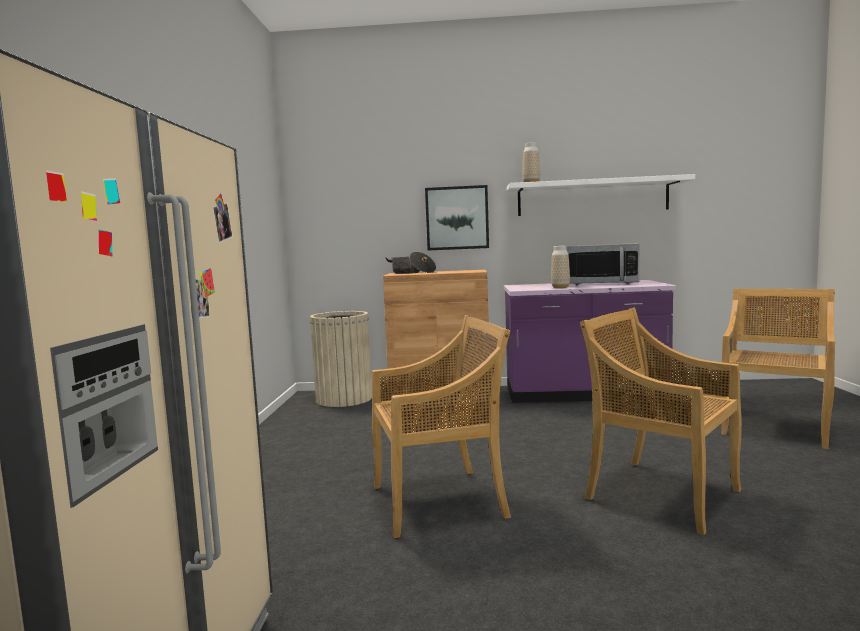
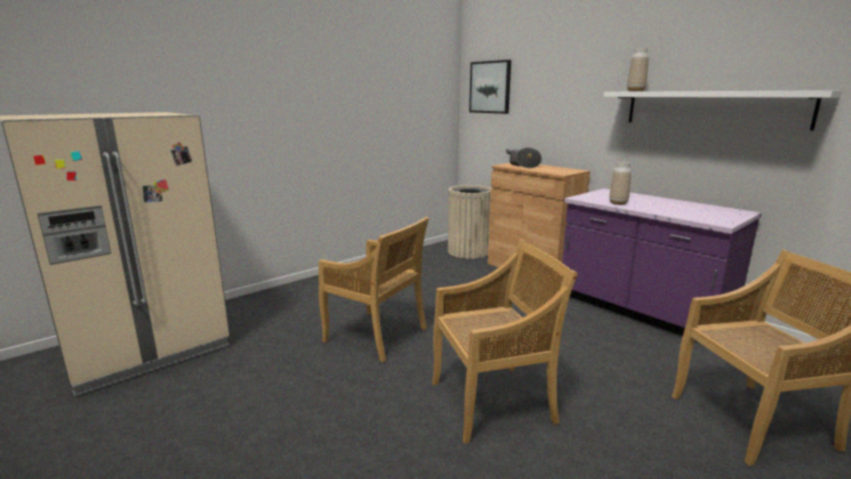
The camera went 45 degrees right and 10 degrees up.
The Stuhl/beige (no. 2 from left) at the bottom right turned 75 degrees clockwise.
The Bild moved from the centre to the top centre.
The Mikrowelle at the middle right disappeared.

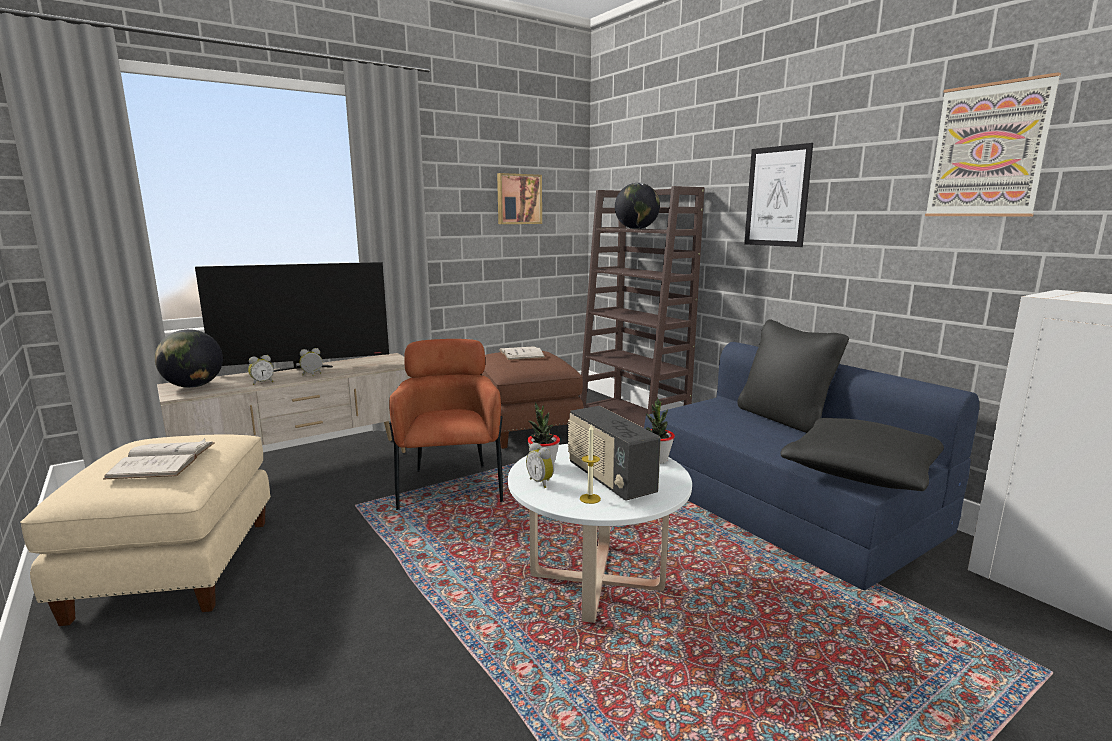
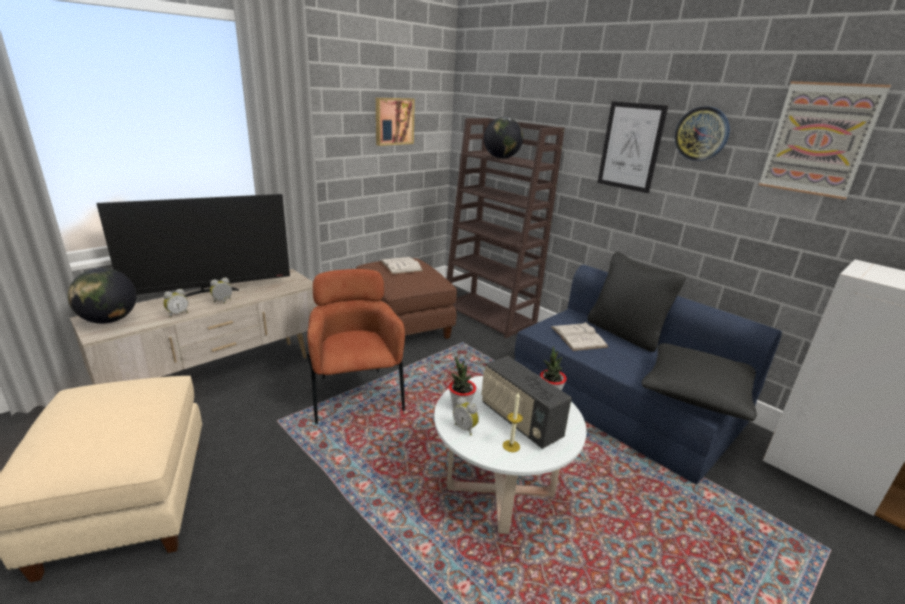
The camera went 10 degrees left and 10 degrees up.
The Buch/weiß (no. 1 from left in the first image) moved from the middle left to the centre.
The Wanduhr at the top right appeared.

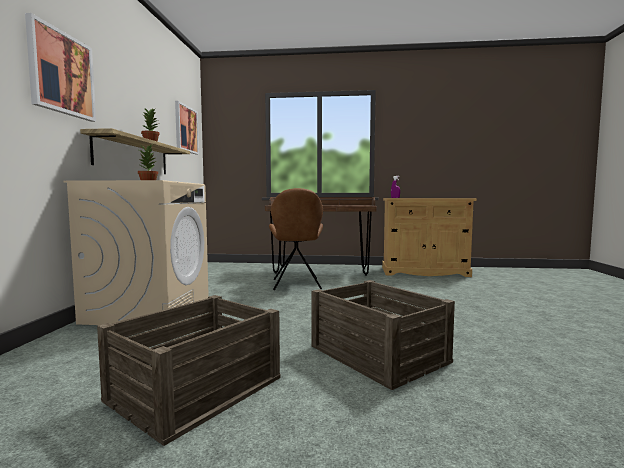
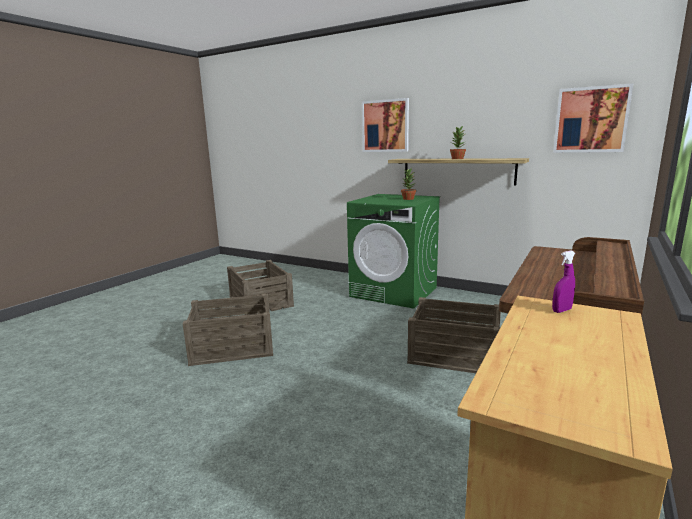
The camera went 115 degrees right and 10 degrees up.
The Waschmaschine/beige at the middle left became the Waschmaschine/grün at the centre.
The Stuhl/braun at the centre was replaced by the Kiste (no. 3 from left) at the centre.

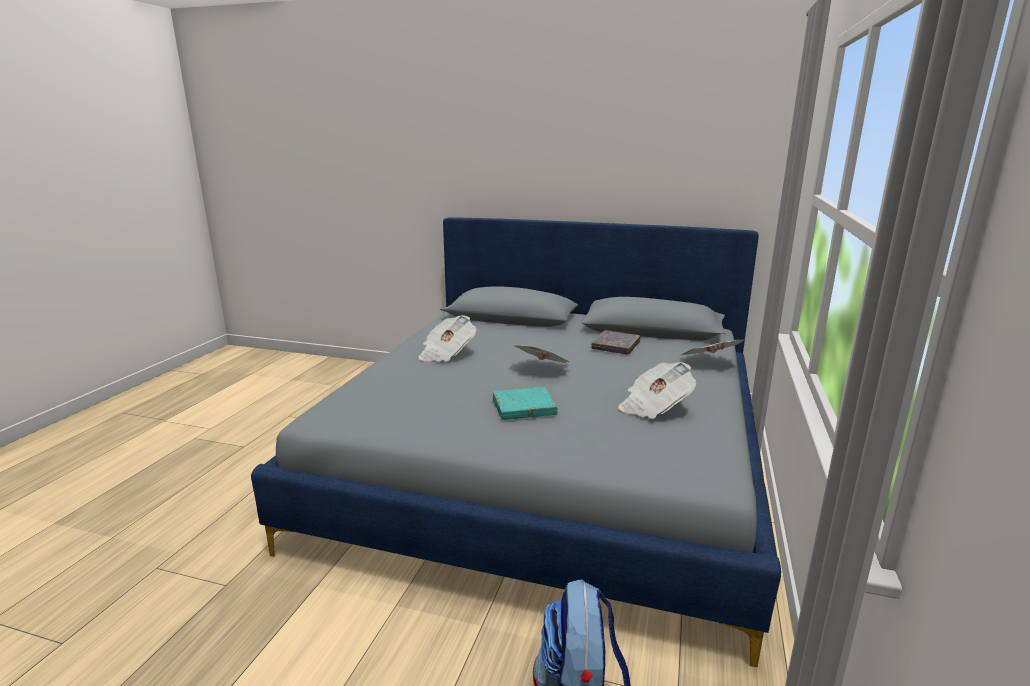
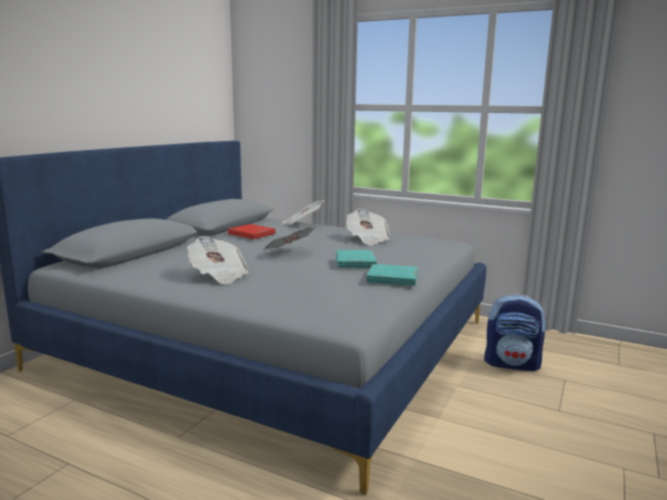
The camera went 80 degrees left and 5 degrees down.
The Buch/grau at the centre became the Buch/rot at the centre.
The Buch/türkis (no. 2 from left) at the centre appeared.

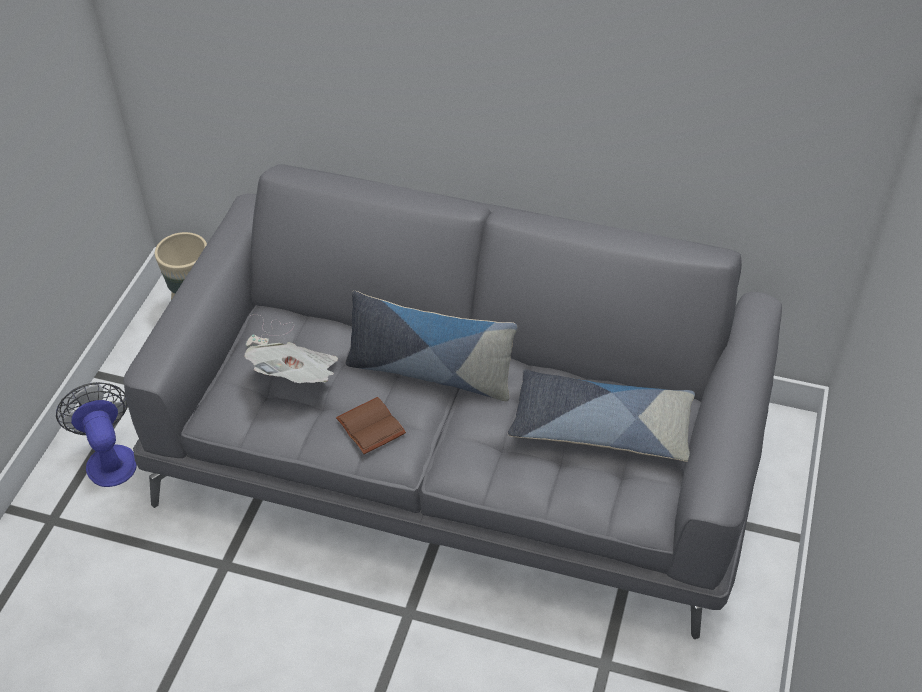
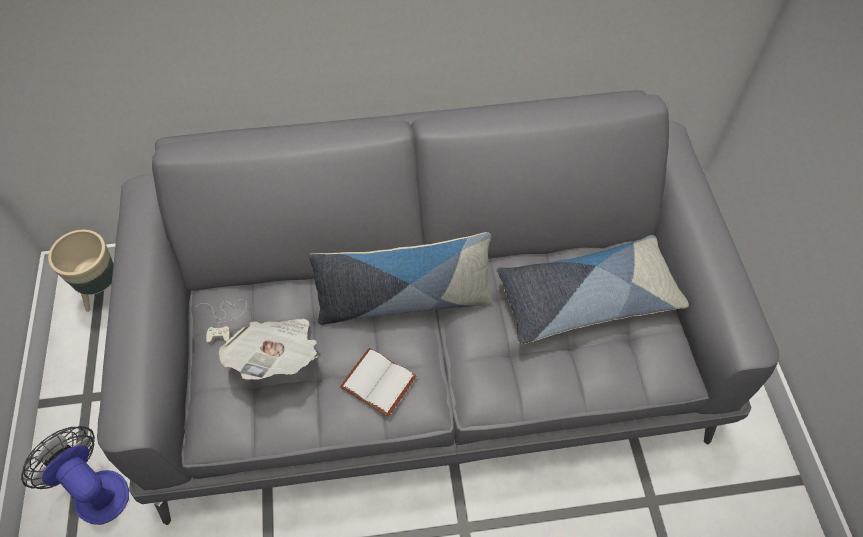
The camera went 25 degrees left and 10 degrees up.
The Buch/braun at the centre became the Buch/weiß at the bottom centre.

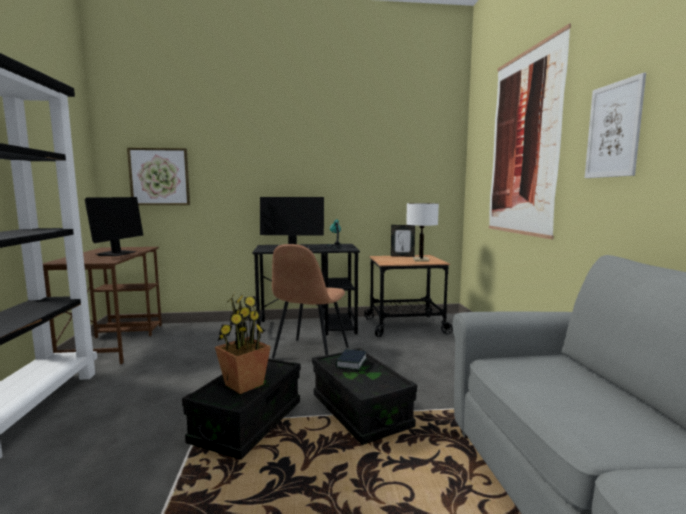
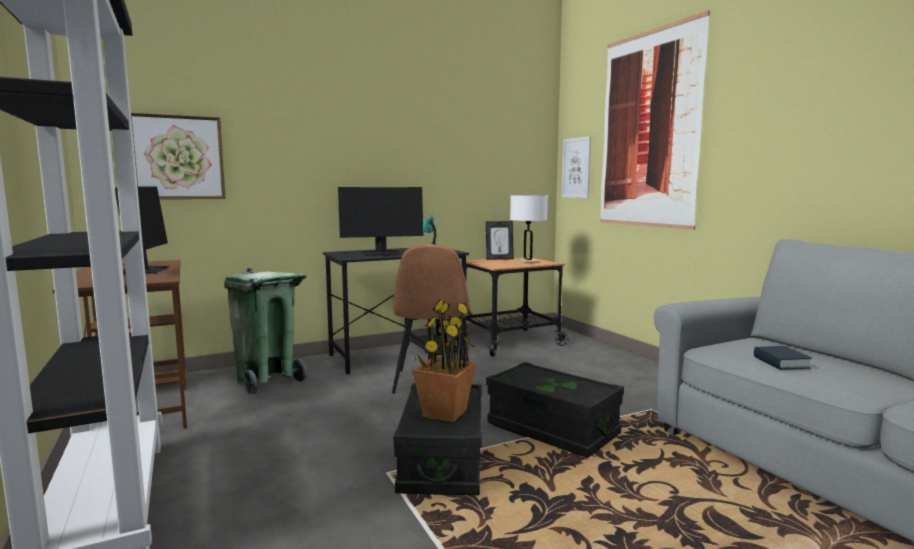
The camera went 20 degrees left and 0 degrees up.
The Mülleimer/grün at the middle left appeared.
The Bild (no. 3 from left in the first image) moved from the top right to the top centre.
The Buch moved from the bottom centre to the middle right.

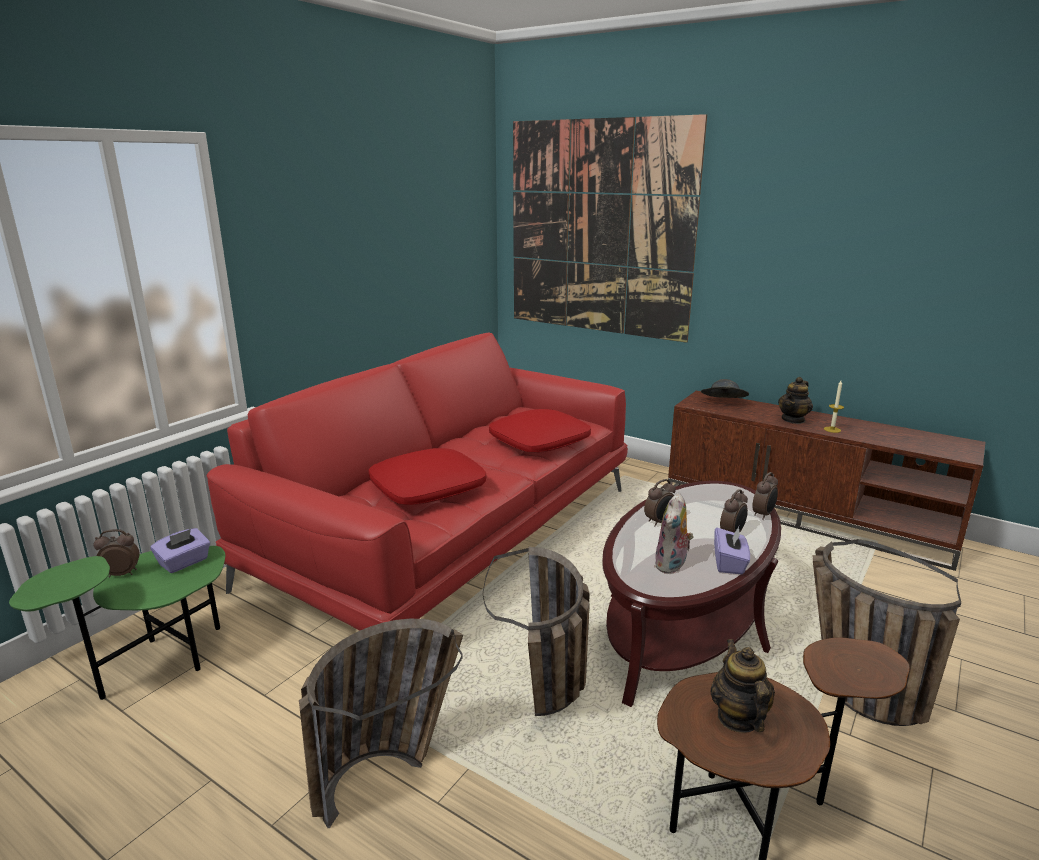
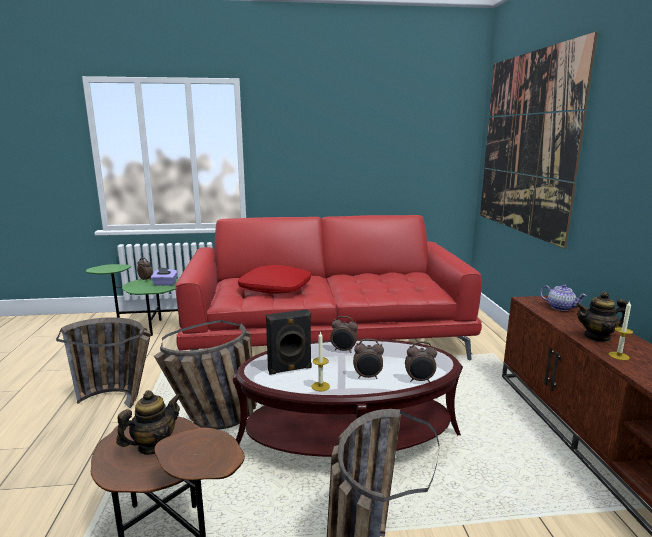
The camera went 50 degrees right and 5 degrees down.
The Plüschtier at the centre was replaced by the Lautsprecher/schwarz at the centre.
The Taschentuchbox/lila (no. 2 from left) at the middle right was replaced by the Kerze (no. 1 from left) at the bottom centre.
The Hut/grau at the middle right was replaced by the Teekanne (no. 2 from left) at the middle right.
The Kissen/rot (no. 2 from left) at the centre disappeared.

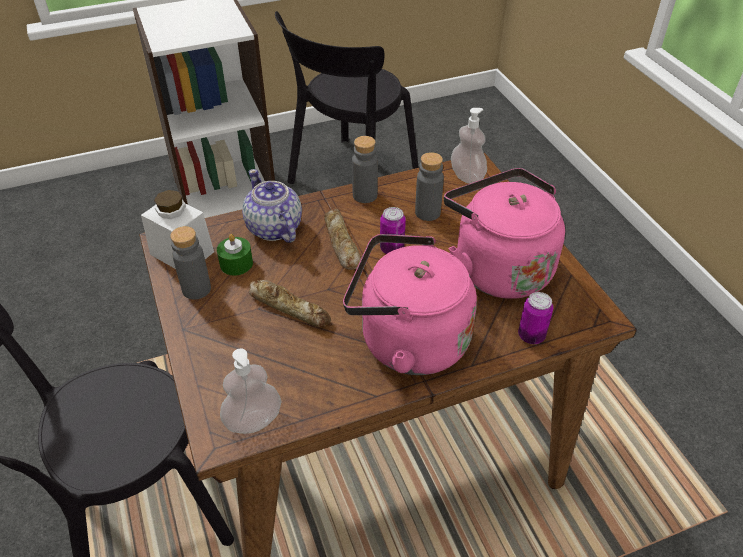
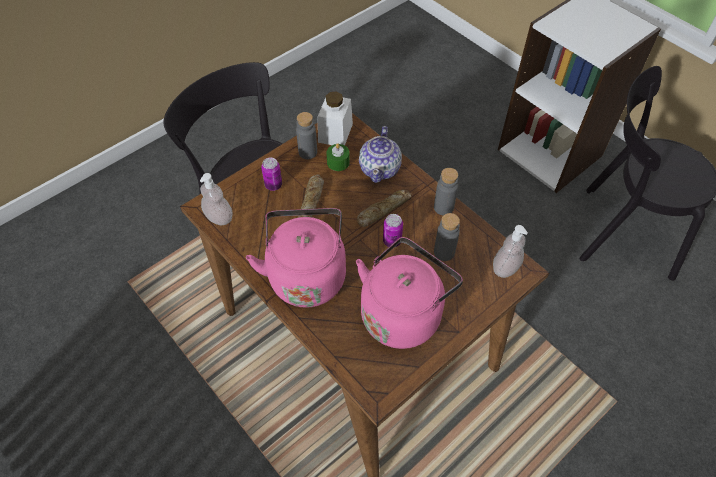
The camera went 70 degrees right and 10 degrees up.
The Dose (no. 2 from left in the first image) moved from the middle right to the centre.
The Teekanne at the centre turned 150 degrees clockwise.

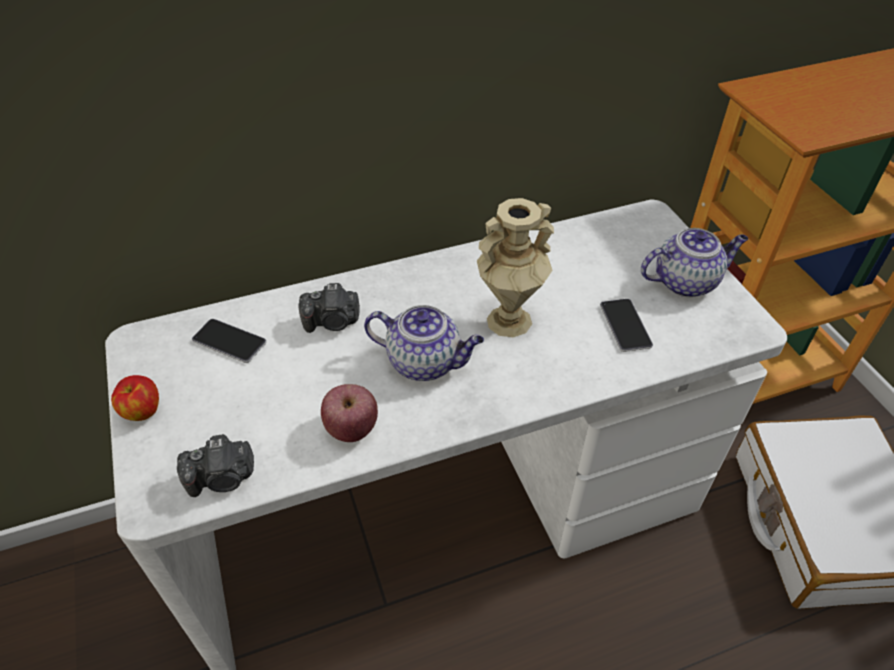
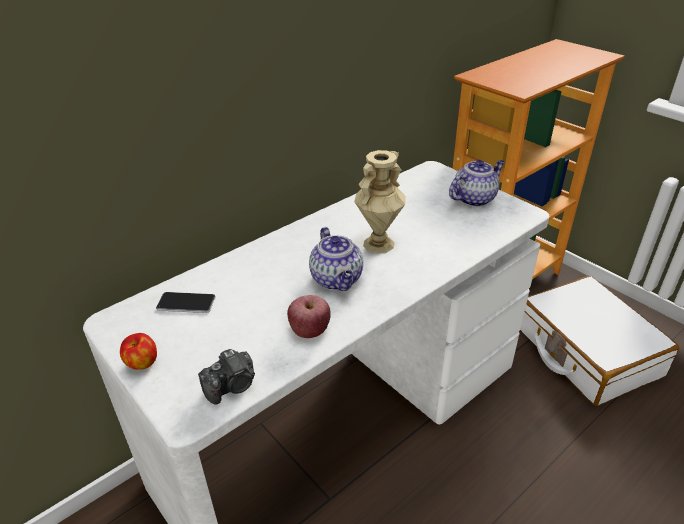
The camera went 20 degrees left and 10 degrees down.
The Teekanne (no. 1 from left) at the centre turned 75 degrees clockwise.
The Kamera (no. 2 from left) at the centre disappeared.
The Handy (no. 2 from left) at the middle right disappeared.

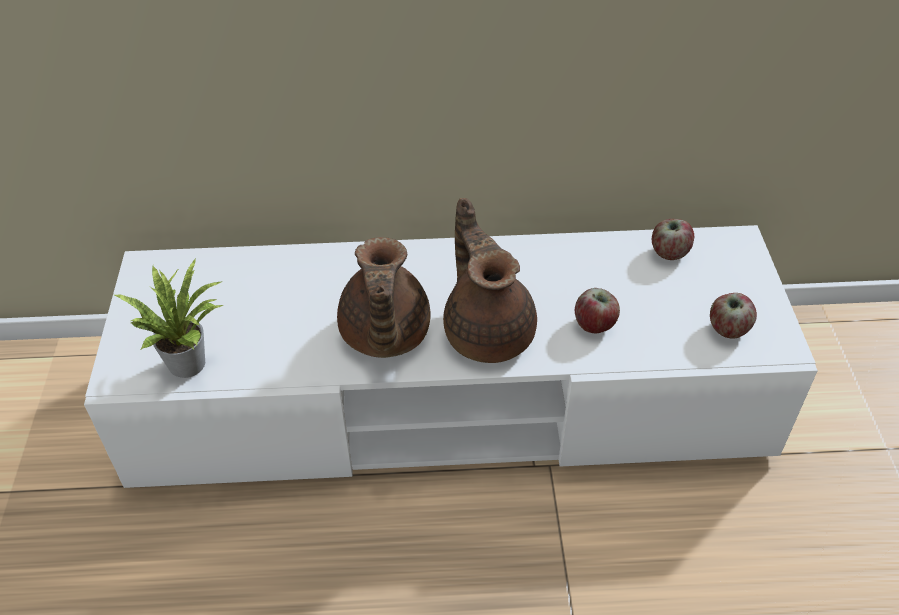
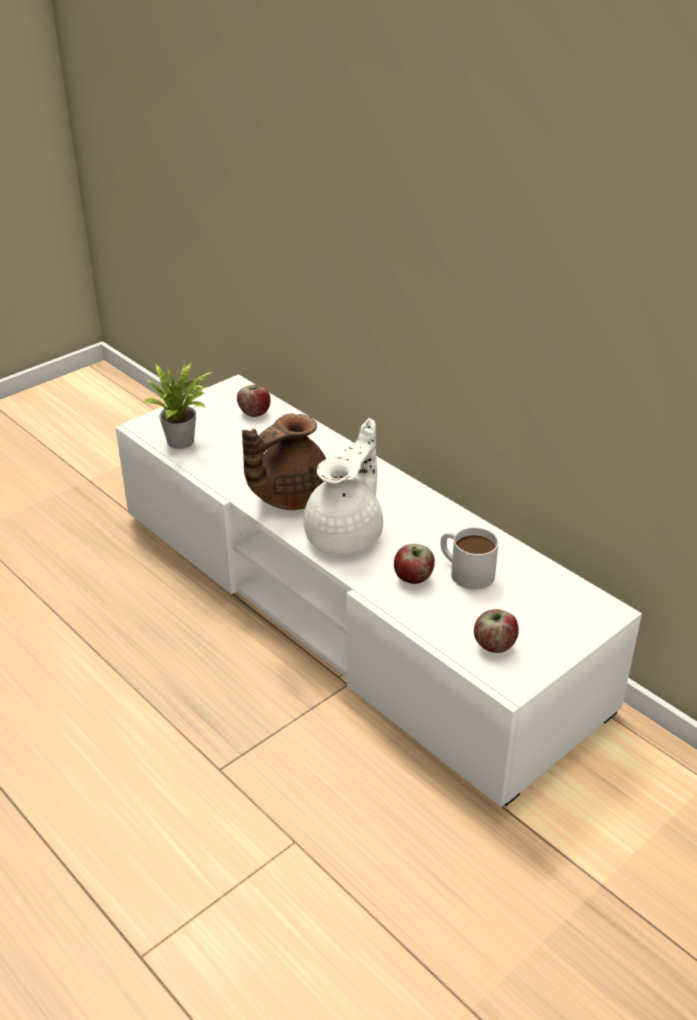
The camera went 50 degrees right and 10 degrees down.
The Apfel (no. 2 from left in the first image) moved from the middle right to the centre.
The Teekanne/braun (no. 2 from left) at the centre became the Teekanne/weiß at the centre.
The Henkelbecher/weiß at the middle right appeared.

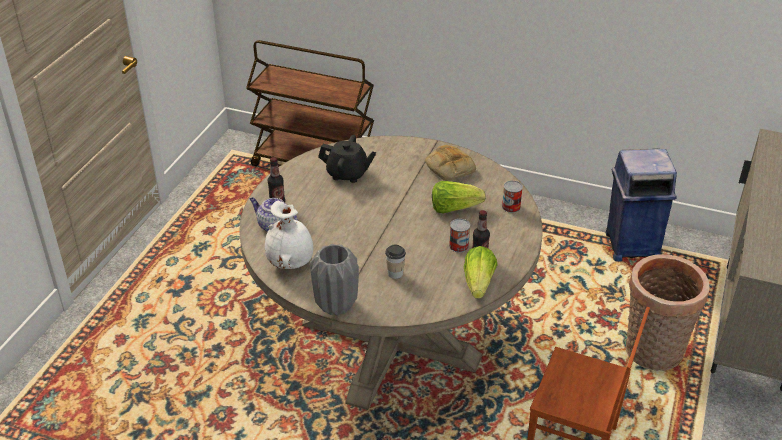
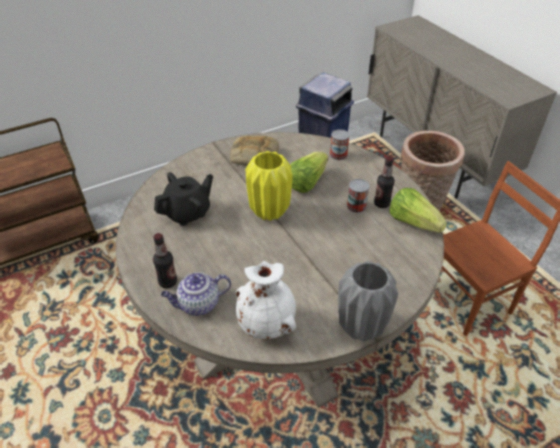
The camera went 50 degrees left and 5 degrees up.
The Vase/gelb at the centre appeared.
The Tasse at the centre disappeared.

